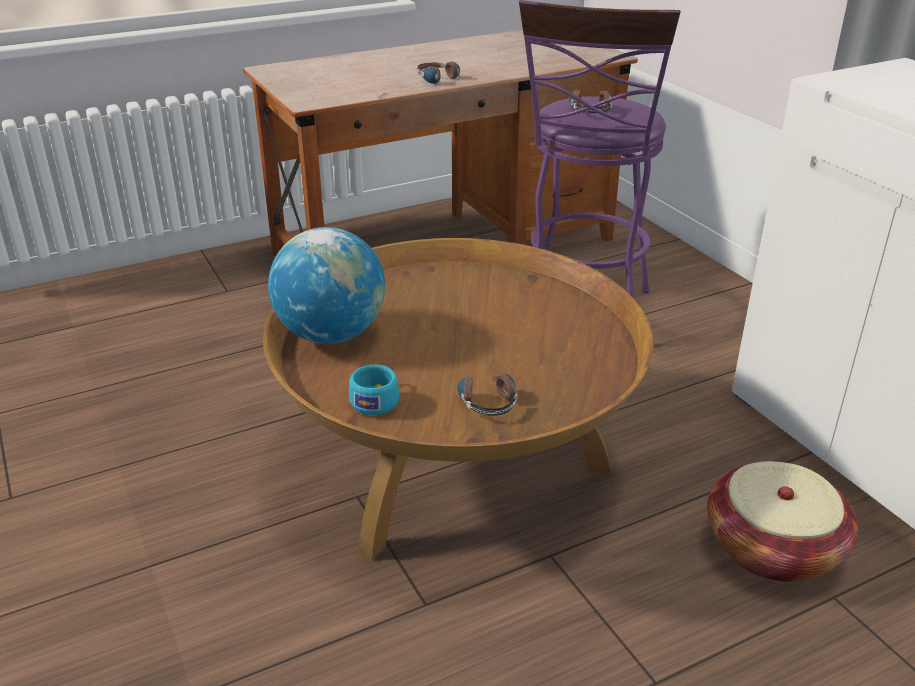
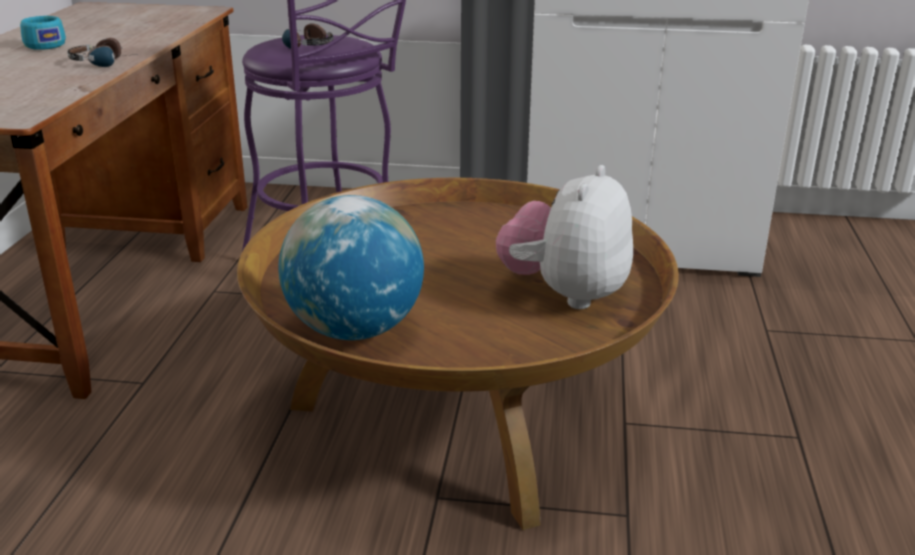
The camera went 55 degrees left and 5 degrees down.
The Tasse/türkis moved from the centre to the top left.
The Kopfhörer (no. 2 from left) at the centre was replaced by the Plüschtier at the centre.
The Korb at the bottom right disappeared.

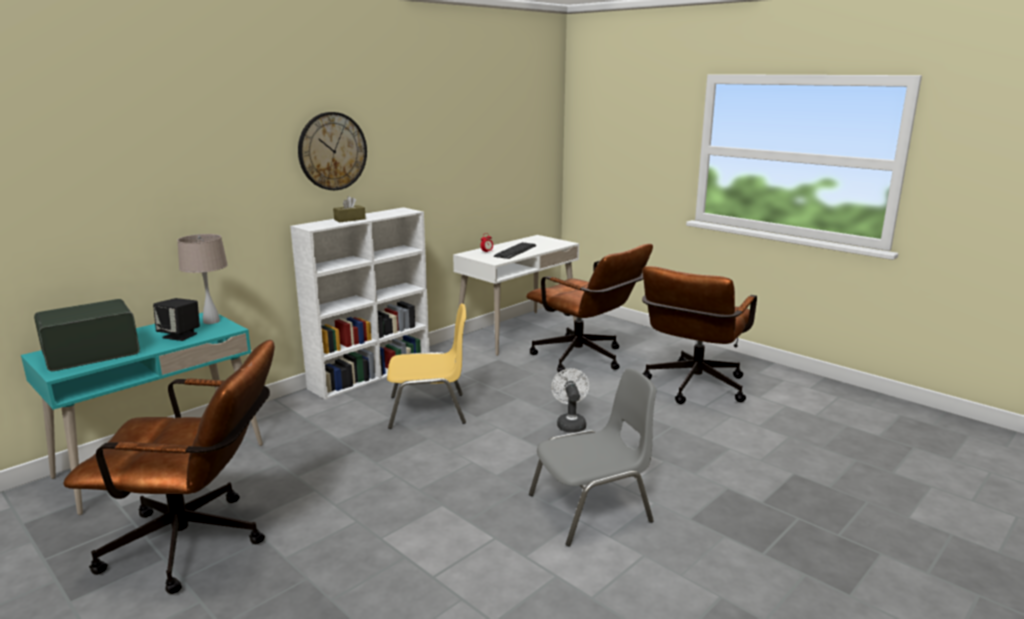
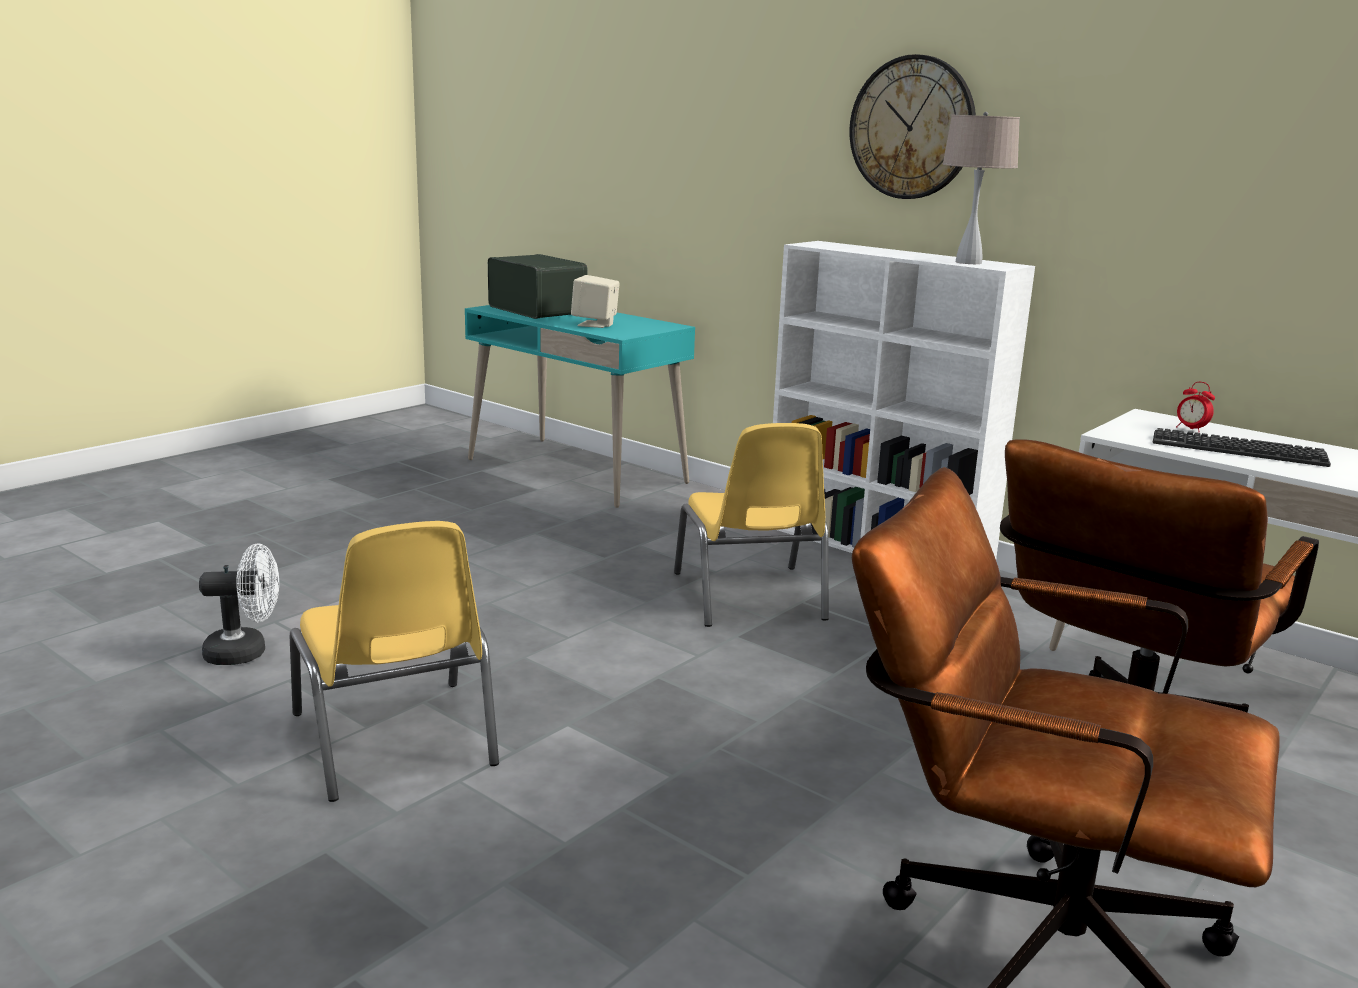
The camera went 85 degrees right and 0 degrees up.
The Ventilator/weiß moved from the centre to the middle left.
The Stuhl/grau at the bottom centre became the Stuhl/gelb (no. 1 from left) at the bottom left.
The Lautsprecher/schwarz at the middle left became the Lautsprecher/beige at the top centre.
The Tischlampe/beige moved from the middle left to the top right.
The Bürostuhl/braun (no. 1 from left) at the bottom left disappeared.
The Taschentuchbox/braun at the centre disappeared.

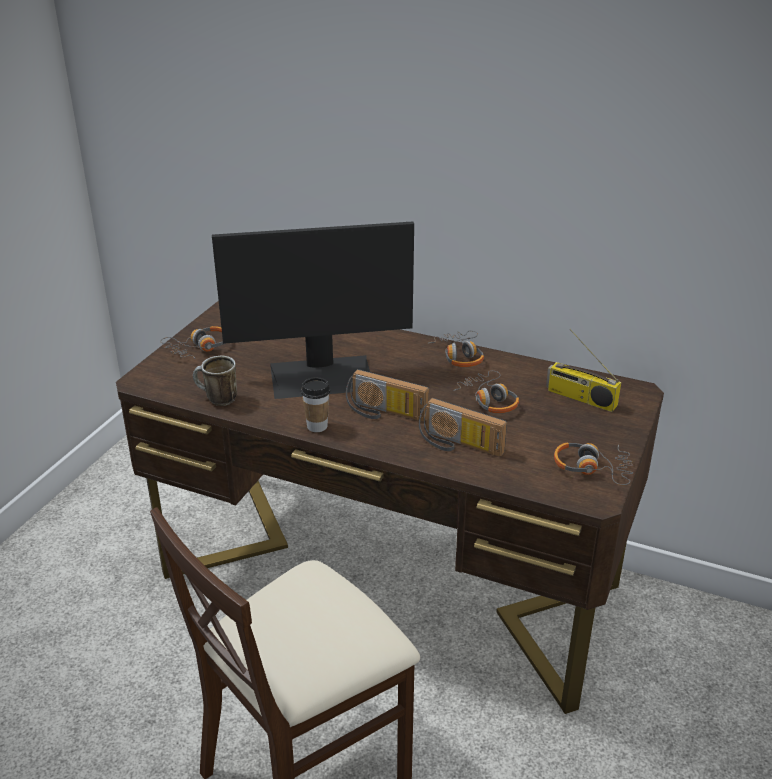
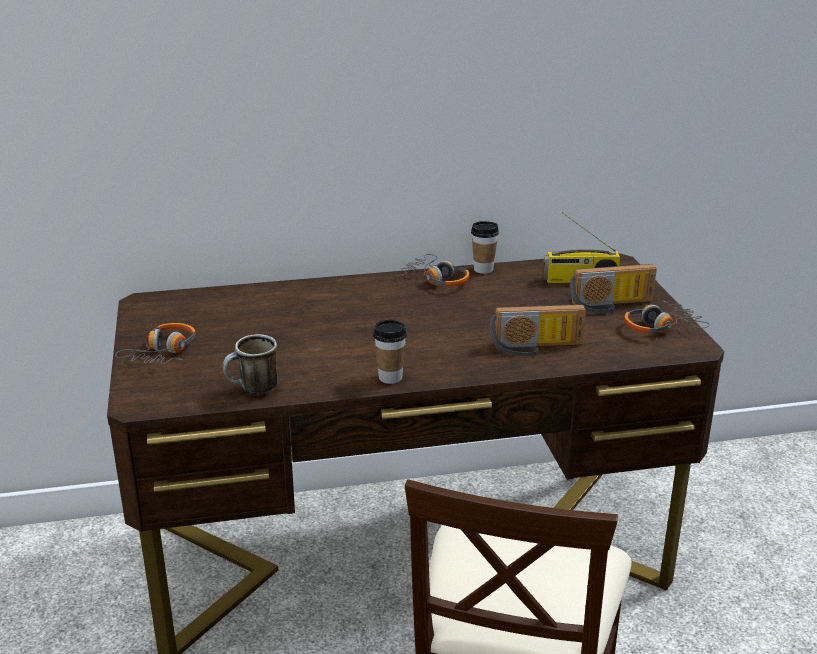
The camera went 35 degrees left and 5 degrees down.
The Tasse (no. 2 from left) at the centre appeared.
The Radio (no. 1 from left in the first image) moved from the centre to the middle right.
The Monitor at the centre disappeared.
The Kopfhörer (no. 3 from left) at the centre disappeared.

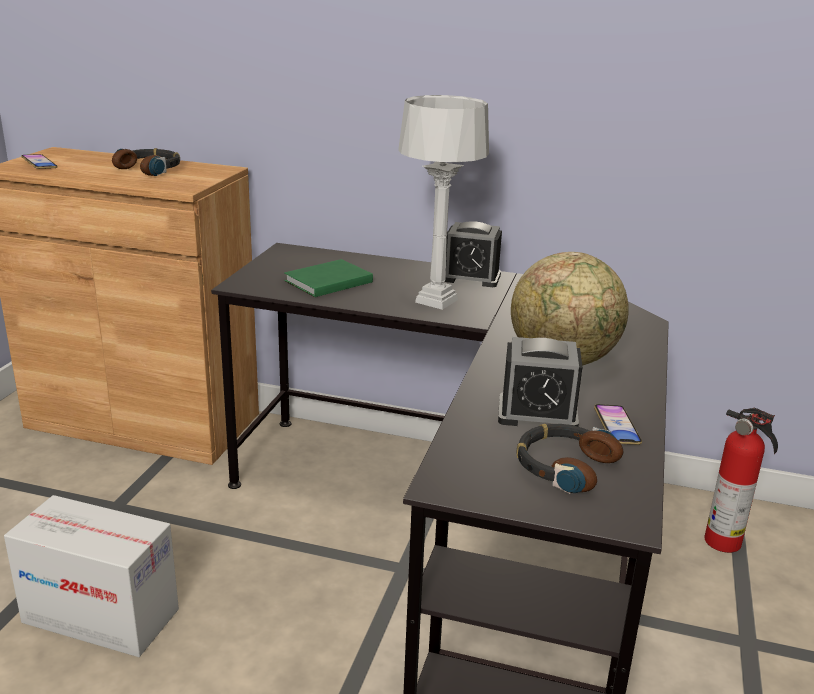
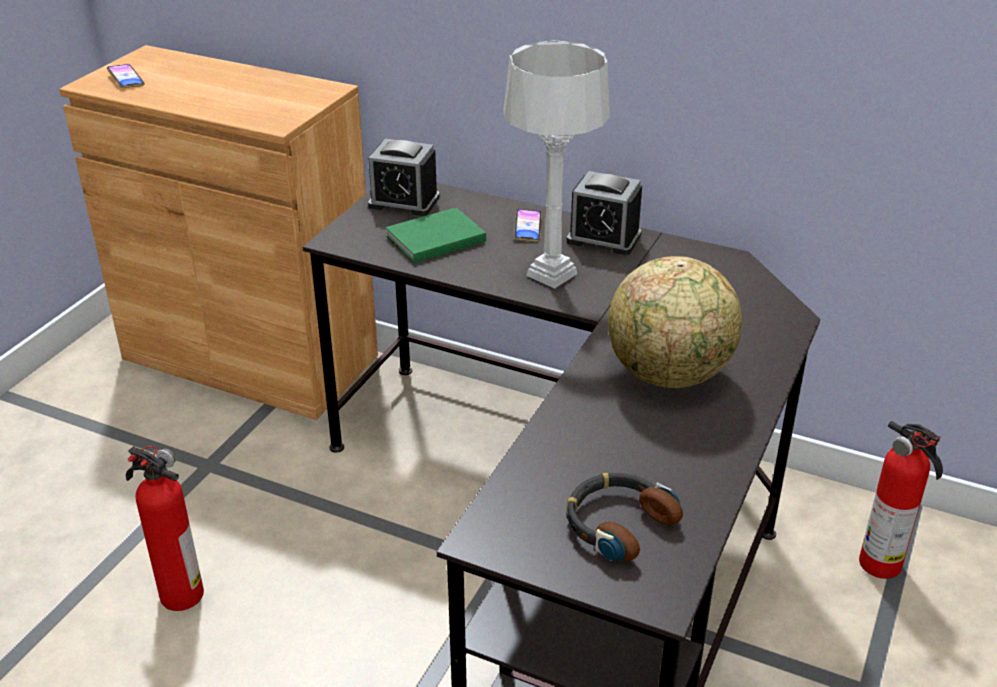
The camera went 10 degrees right and 10 degrees up.
The Karton at the bottom left was replaced by the Feuerlöscher (no. 1 from left) at the bottom left.
The Wecker (no. 2 from left in the first image) moved from the centre to the top centre.
The Handy (no. 2 from left) moved from the middle right to the top centre.
The Kopfhörer (no. 1 from left) at the top left disappeared.

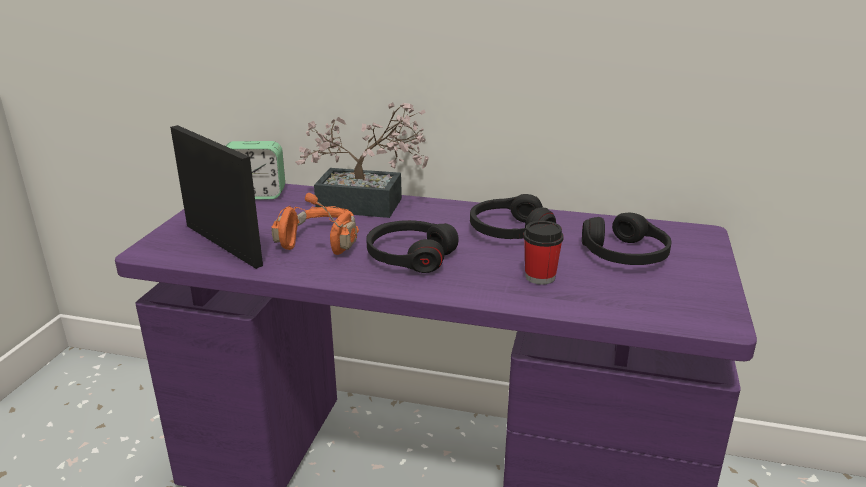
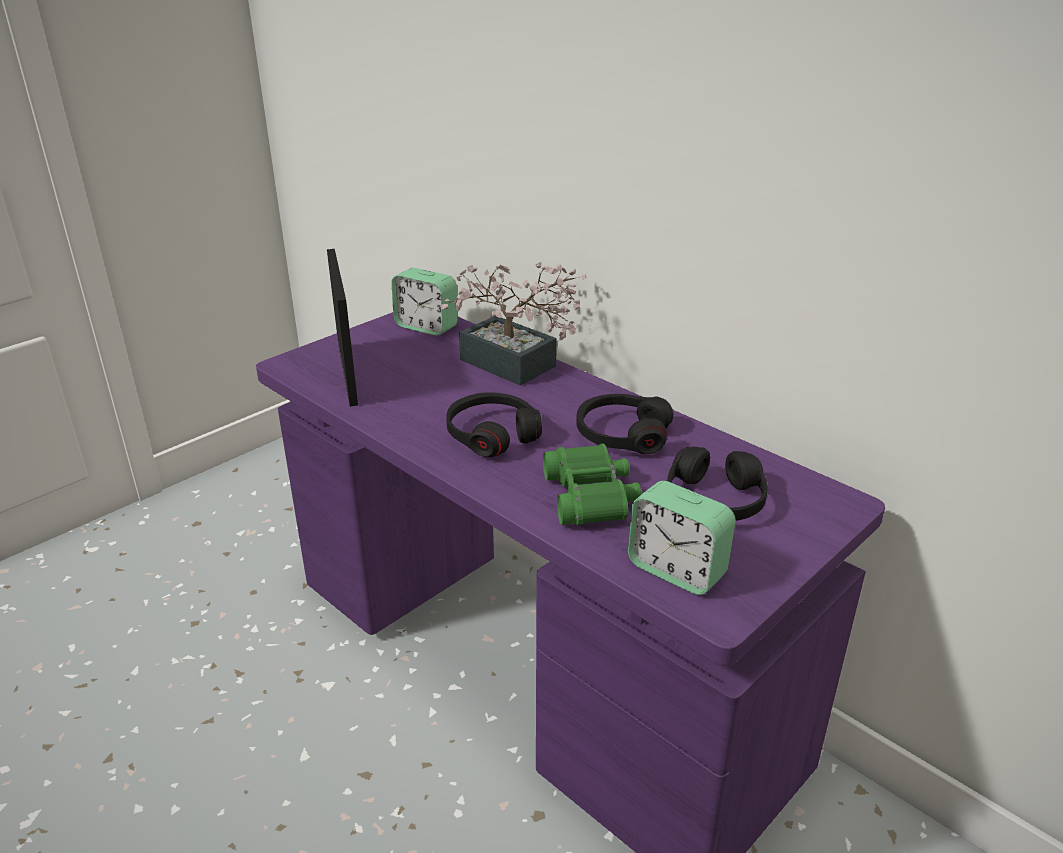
The camera went 30 degrees right and 5 degrees up.
The Tasse at the centre was replaced by the Fernglas/grün at the centre.
The Wecker (no. 2 from left) at the centre appeared.
The Kopfhörer/orange at the centre disappeared.

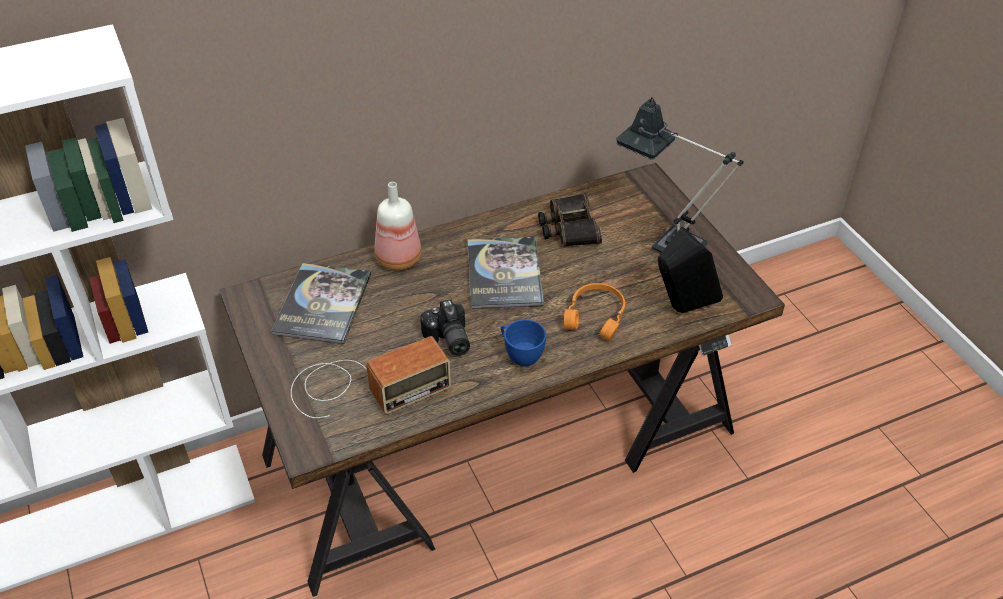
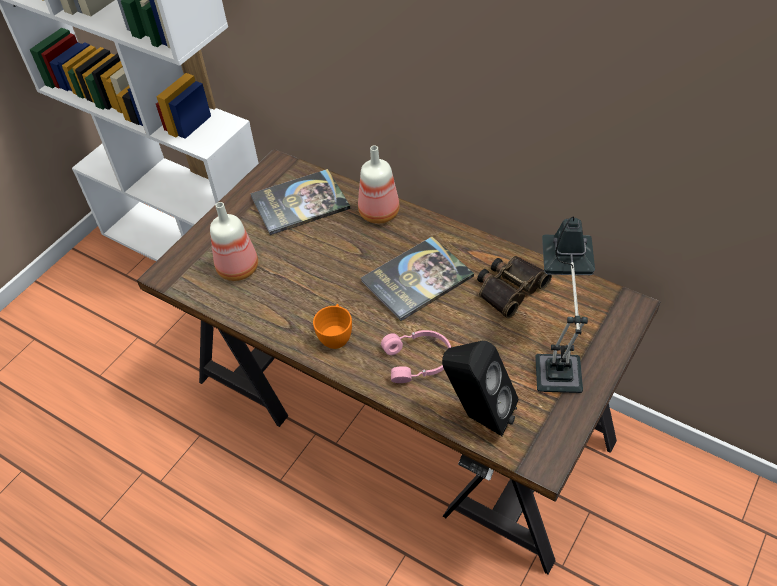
The camera went 60 degrees right and 5 degrees up.
The Radio at the centre was replaced by the Flasche (no. 1 from left) at the middle left.
The Tasse/blau at the centre became the Tasse/orange at the centre.
The Kopfhörer/orange at the centre became the Kopfhörer/rosa at the centre.
The Kamera at the centre disappeared.

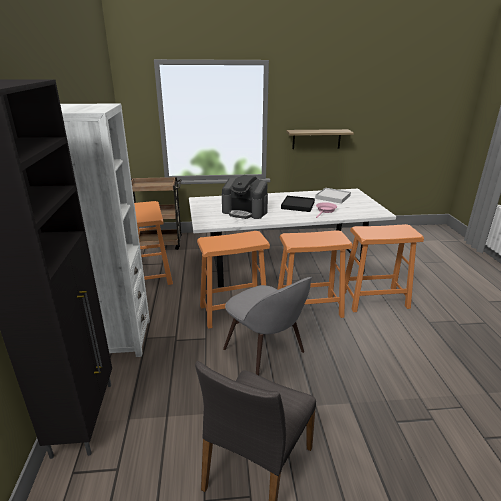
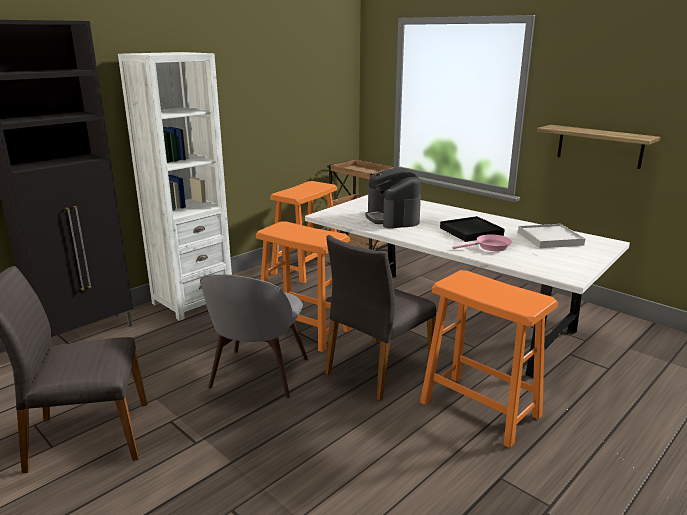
The camera went 50 degrees right and 5 degrees down.
The Hocker/orange (no. 3 from left) at the centre was replaced by the Stuhl/grau (no. 3 from left) at the centre.

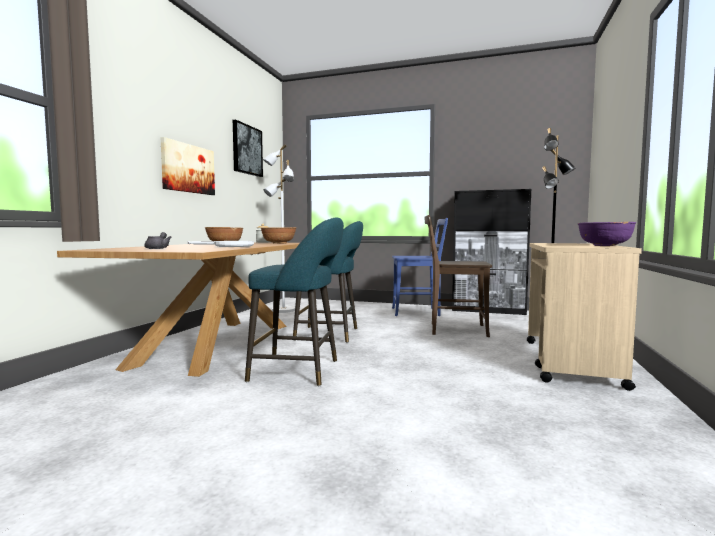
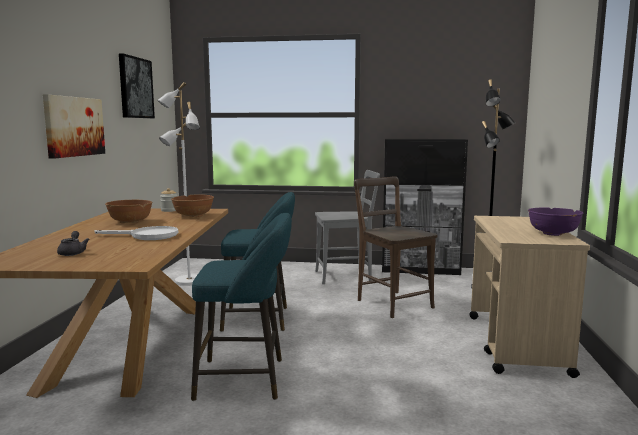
The camera went 10 degrees left and 5 degrees up.
The Stuhl/blau at the centre became the Stuhl/grau at the centre.
The Stuhl/braun at the centre turned 60 degrees clockwise.

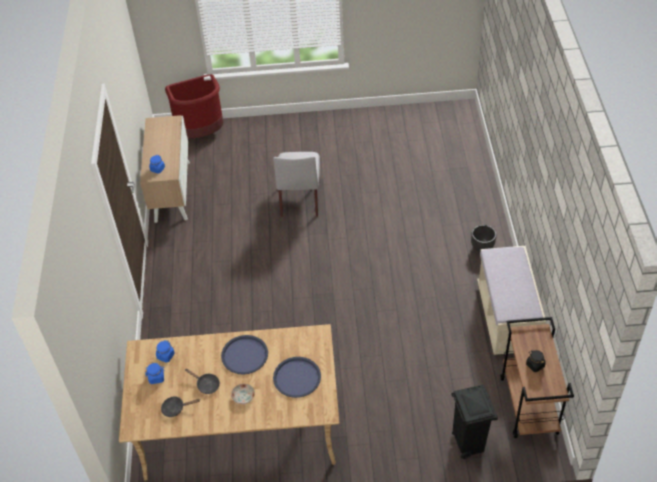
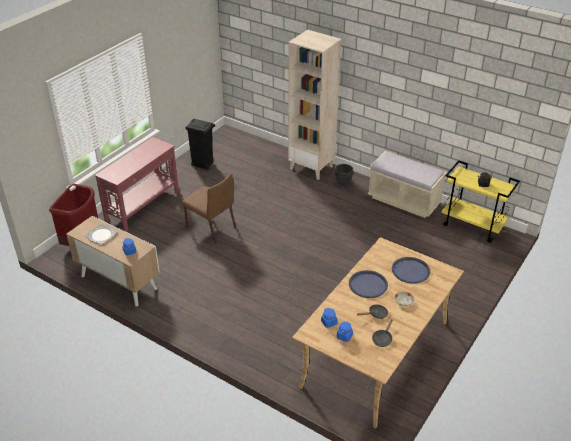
The camera went 55 degrees left and 10 degrees down.
The Teller (no. 1 from left) at the middle left appeared.
The Konsolentisch/rot at the middle left appeared.
The Stuhl/grau at the centre became the Stuhl/braun at the centre.
The Mülleimer/schwarz moved from the bottom right to the top centre.
The Bücherregal/beige at the top centre appeared.
The Rollwagen/braun at the bottom right became the Rollwagen/gelb at the middle right.

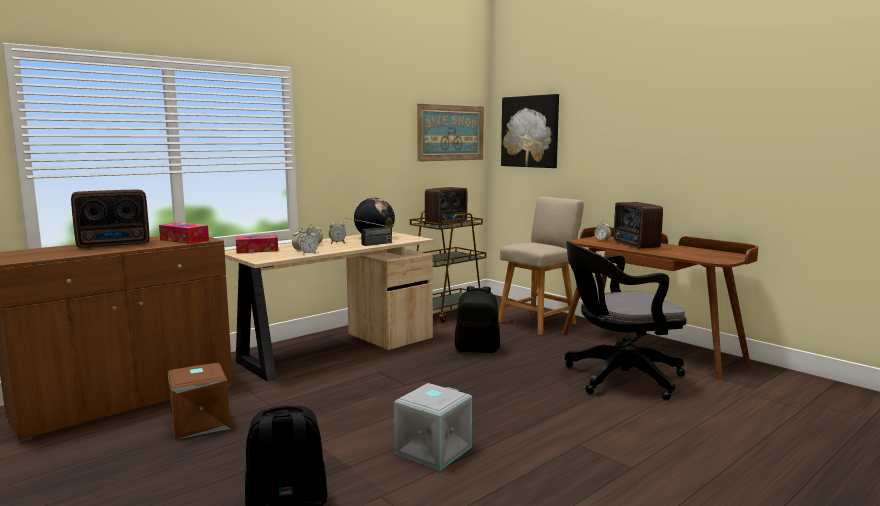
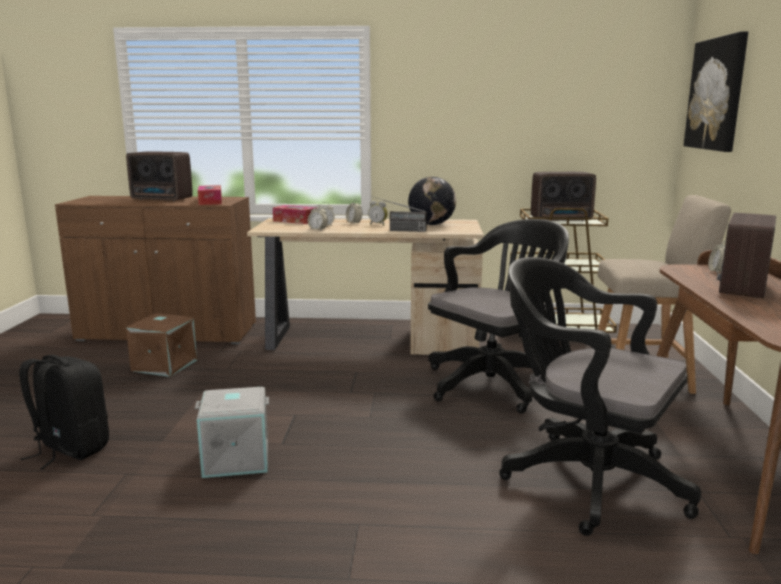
The camera went 45 degrees right and 5 degrees up.
The Rucksack/schwarz (no. 2 from left) at the centre was replaced by the Bürostuhl/schwarz (no. 1 from left) at the centre.
The Bild (no. 1 from left) at the top centre disappeared.

